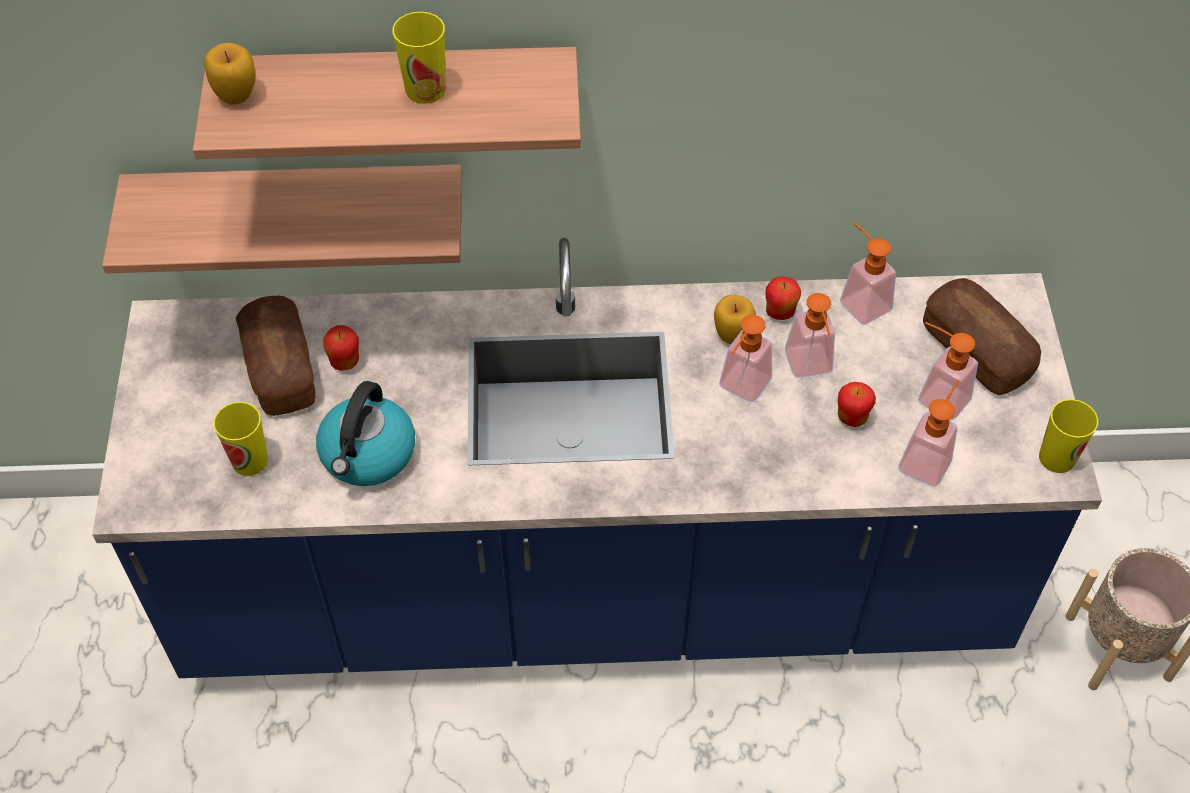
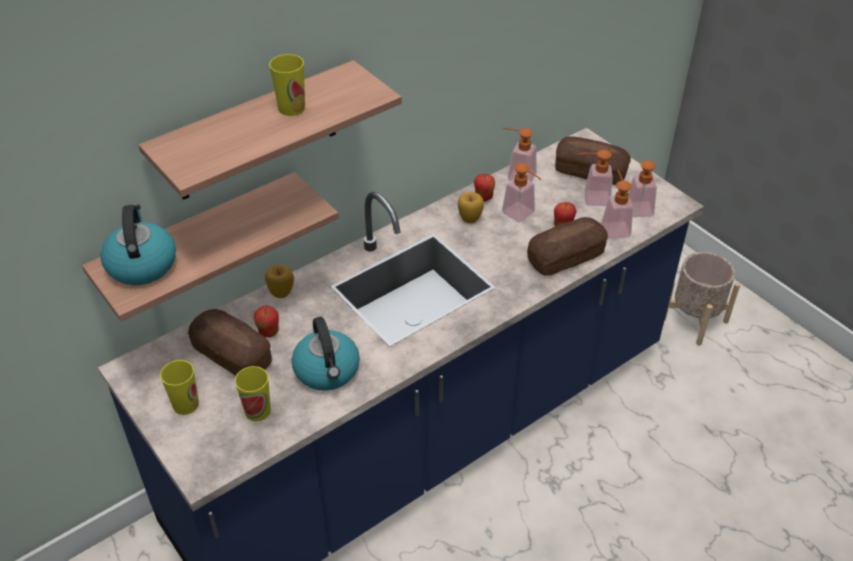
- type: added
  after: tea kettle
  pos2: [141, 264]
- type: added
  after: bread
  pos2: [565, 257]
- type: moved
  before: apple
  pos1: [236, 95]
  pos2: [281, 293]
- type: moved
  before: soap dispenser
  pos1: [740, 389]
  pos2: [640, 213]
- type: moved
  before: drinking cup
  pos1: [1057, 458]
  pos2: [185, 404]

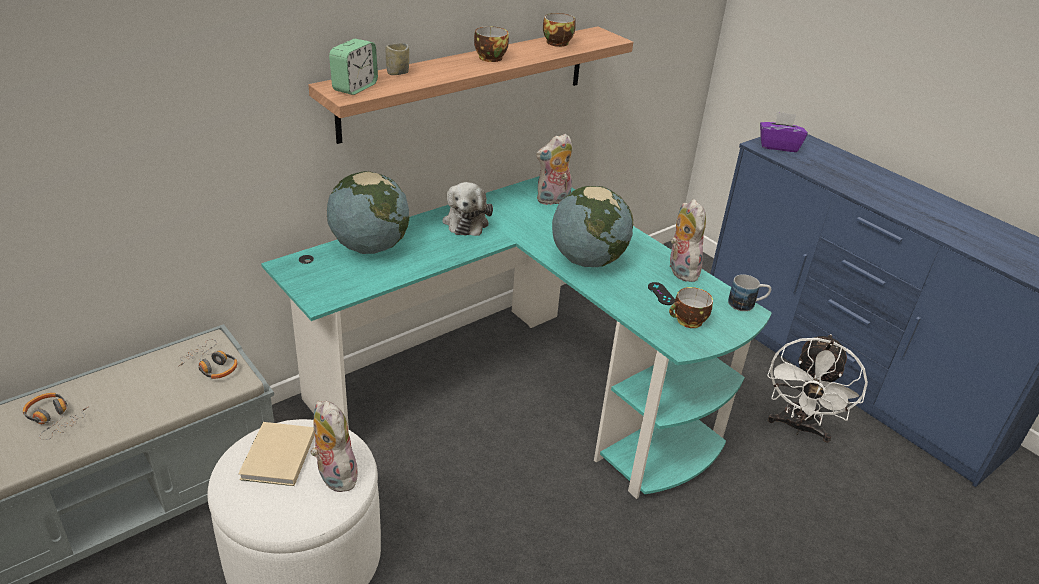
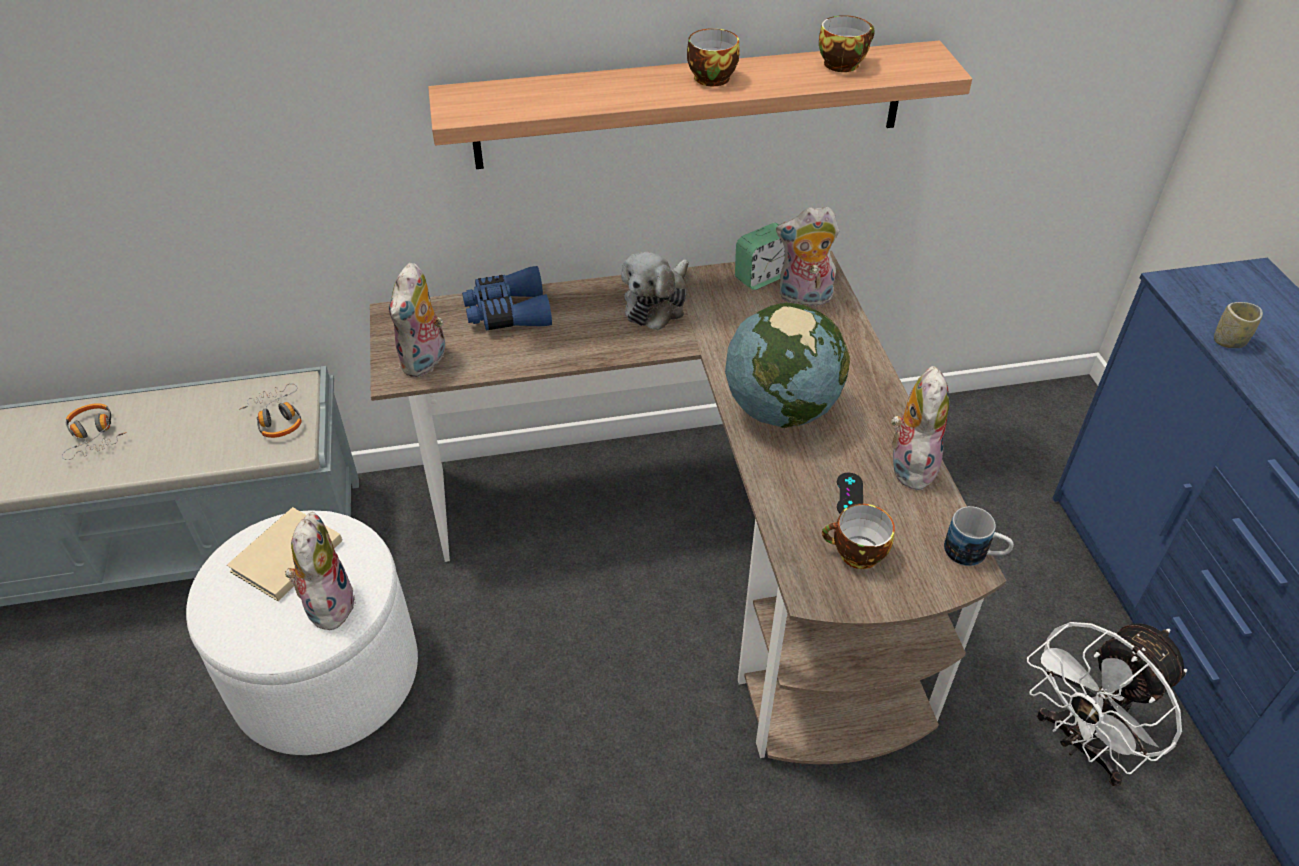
- type: removed
  before: tissue holder (purplish)
  pos1: [778, 146]
- type: added
  after: cuddly toy
  pos2: [425, 362]
- type: moved
  before: alarm clock
  pos1: [355, 87]
  pos2: [762, 277]
- type: moved
  before: drinking cup
  pos1: [397, 73]
  pos2: [1229, 341]
- type: replaced
  before: globe
  after: field glasses (blue)
  pos1: [369, 247]
  pos2: [507, 313]
- type: recoloured
  before: desk (turquoise-coloured)
  after: desk (brown)
  pos1: [521, 392]
  pos2: [702, 547]

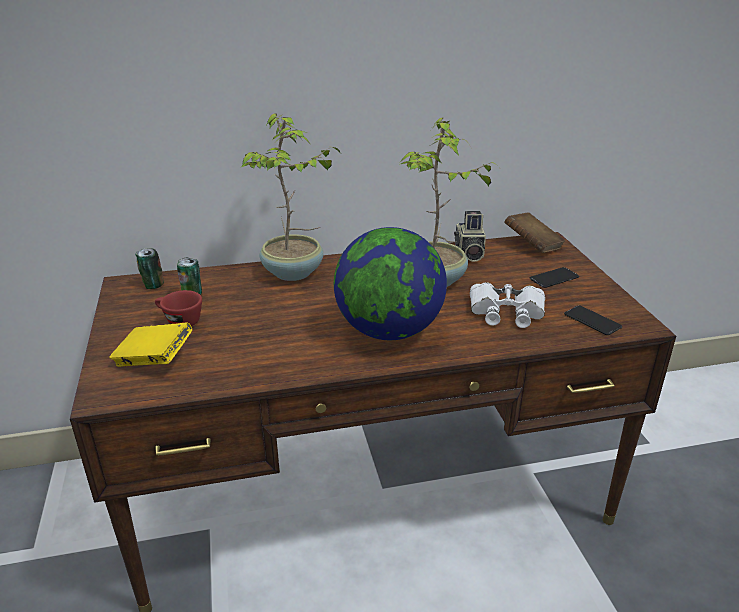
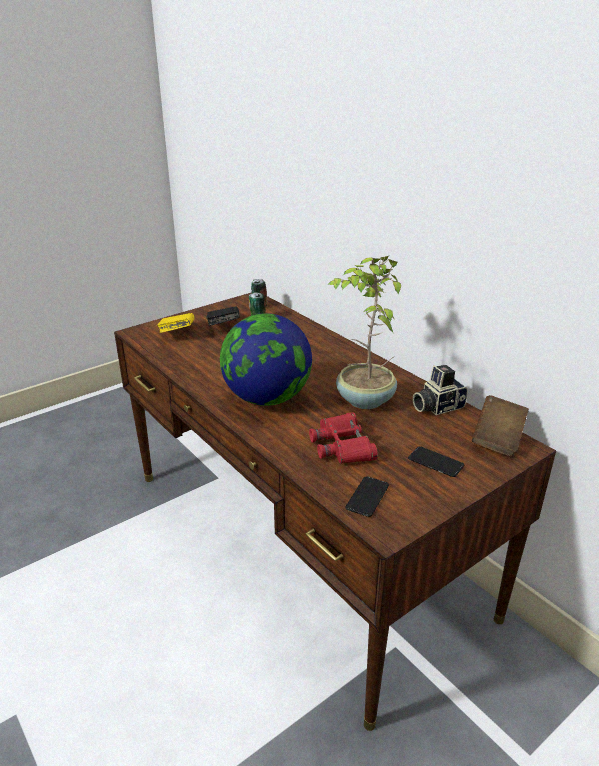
- type: removed
  before: plant in a pot
  pos1: [294, 273]
- type: replaced
  before: drinking cup (red-coloured)
  after: book (blackish)
  pos1: [179, 321]
  pos2: [223, 326]
- type: recoloured
  before: field glasses (white-coloured)
  after: field glasses (red-coloured)
  pos1: [506, 312]
  pos2: [342, 445]

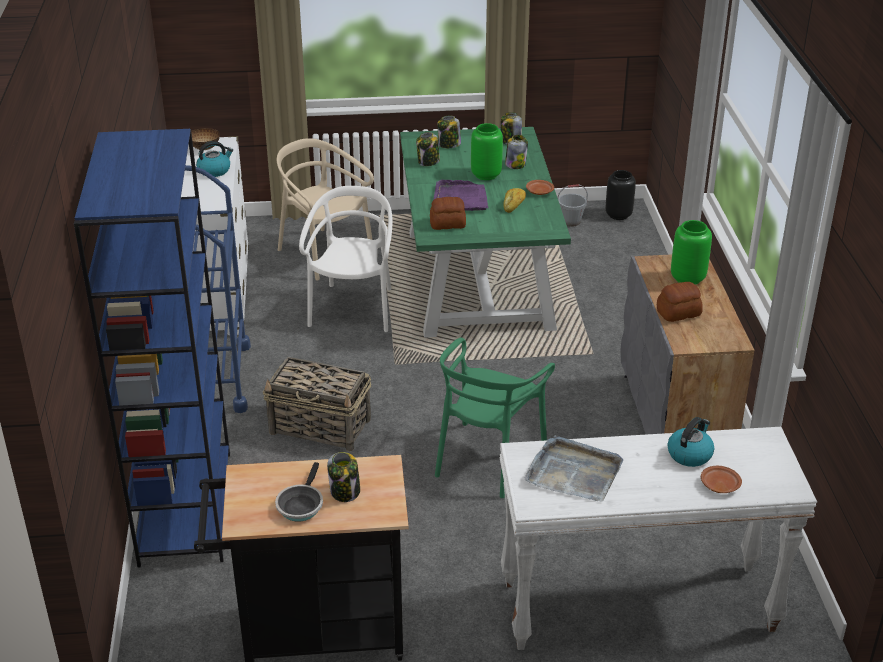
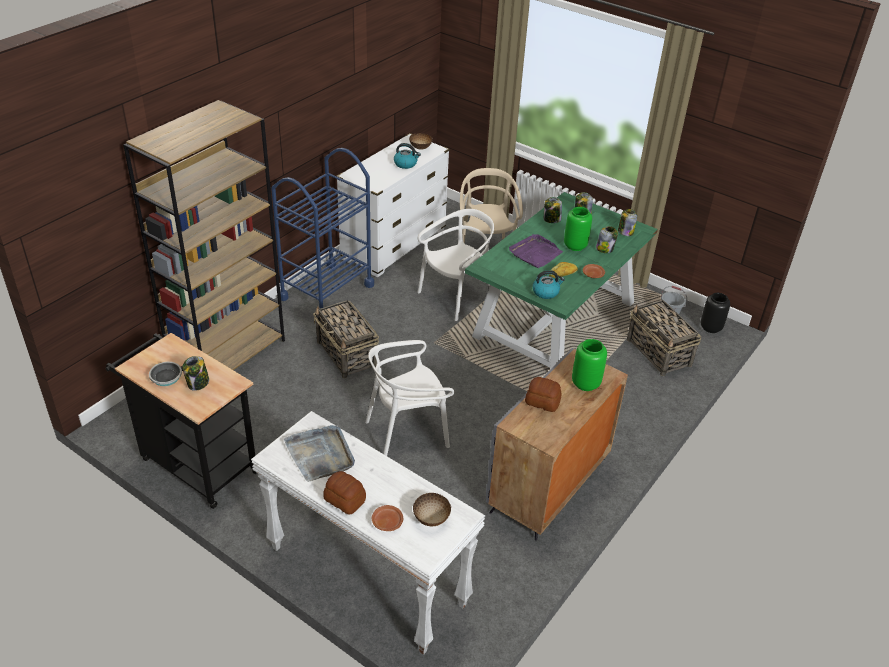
- type: added
  after: serving bowl
  pos2: [431, 519]
- type: added
  after: storage basket
  pos2: [659, 353]
- type: moved
  before: bread
  pos1: [448, 224]
  pos2: [344, 500]
- type: moved
  before: tea kettle
  pos1: [690, 454]
  pos2: [546, 292]
- type: recoloured
  before: shelving unit (blue)
  after: shelving unit (brown)
  pos1: [185, 507]
  pos2: [228, 355]
- type: recoloured
  before: plain chair (greenish)
  after: plain chair (white-coloured)
  pos1: [488, 459]
  pos2: [407, 431]

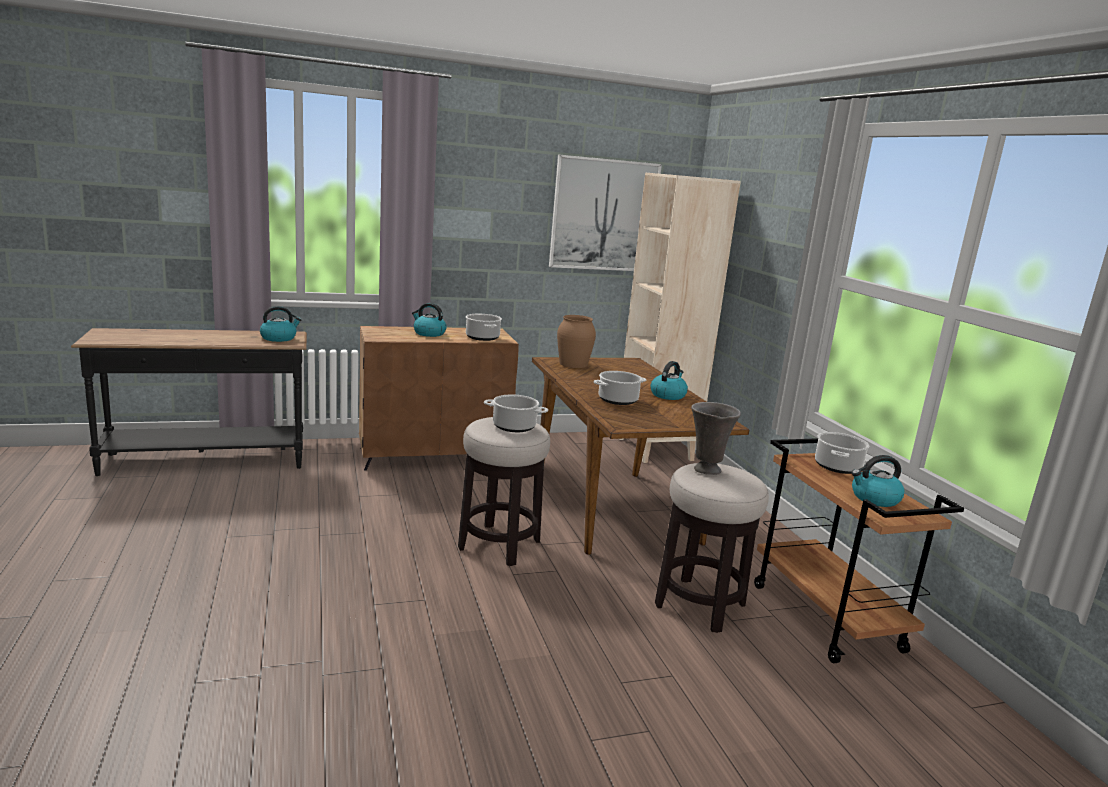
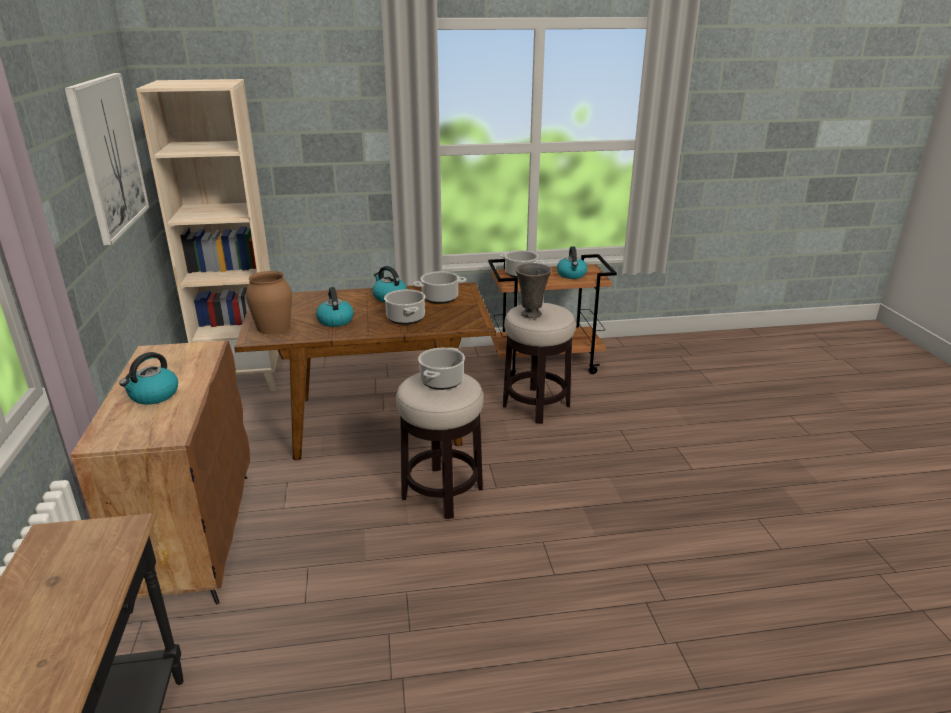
- type: moved
  before: tea kettle
  pos1: [279, 338]
  pos2: [335, 320]
- type: moved
  before: stockpot
  pos1: [482, 337]
  pos2: [439, 298]

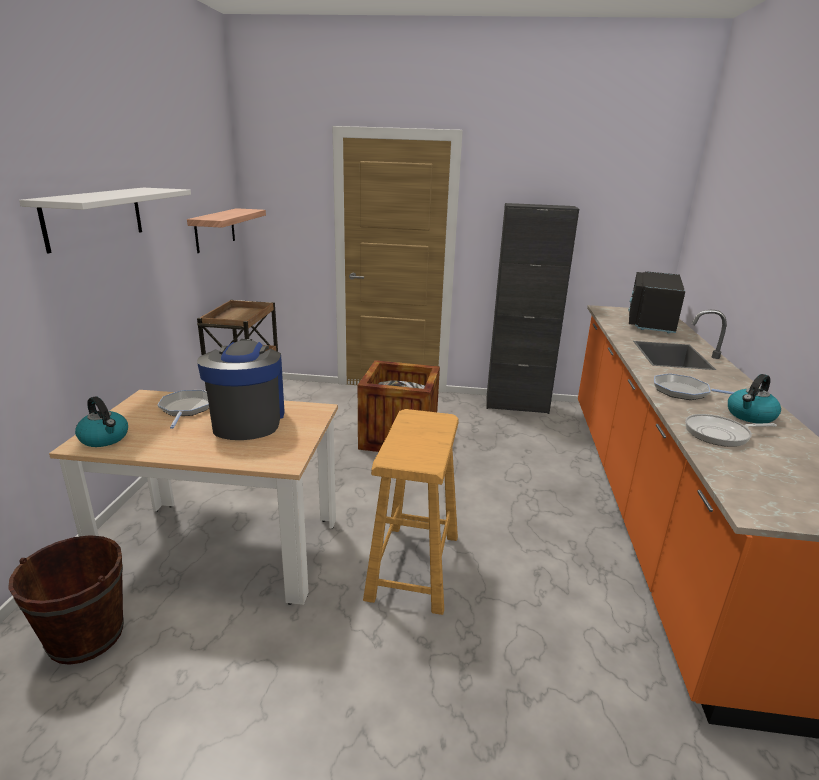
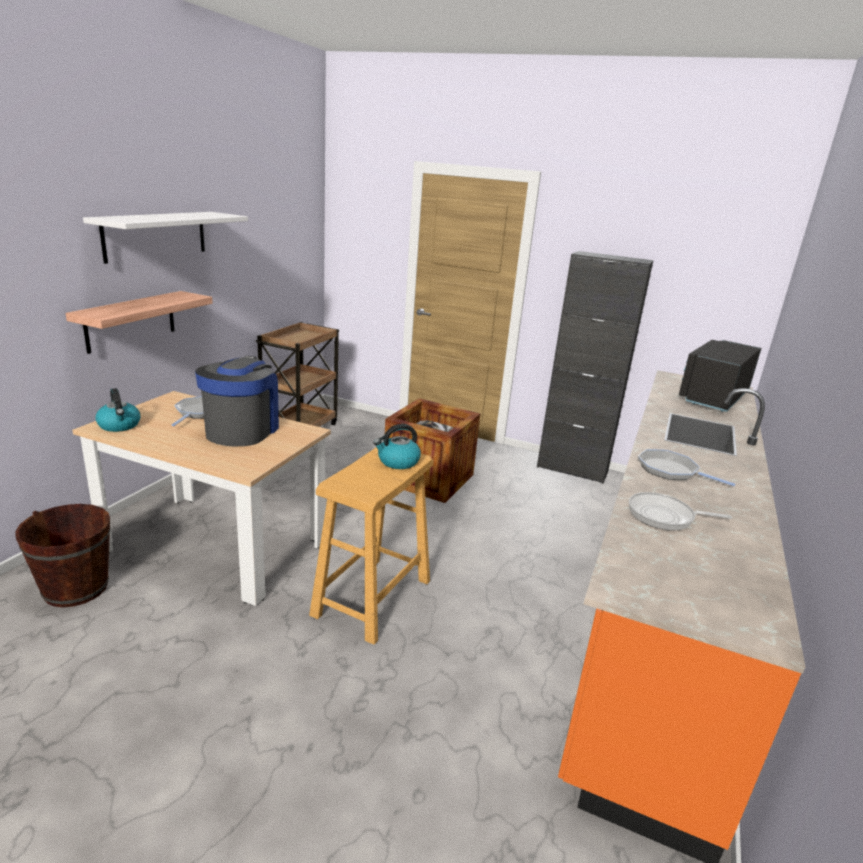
- type: moved
  before: bracket shelf
  pos1: [215, 230]
  pos2: [131, 321]
- type: moved
  before: tea kettle
  pos1: [750, 416]
  pos2: [398, 462]

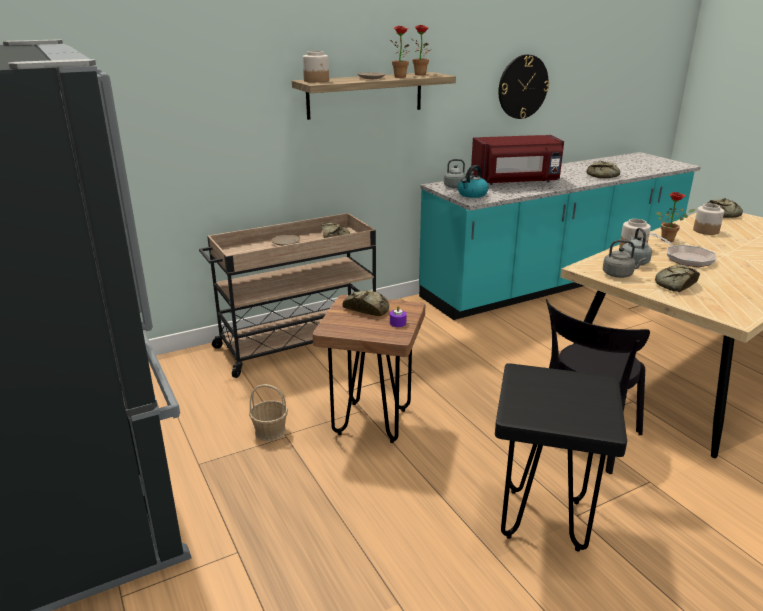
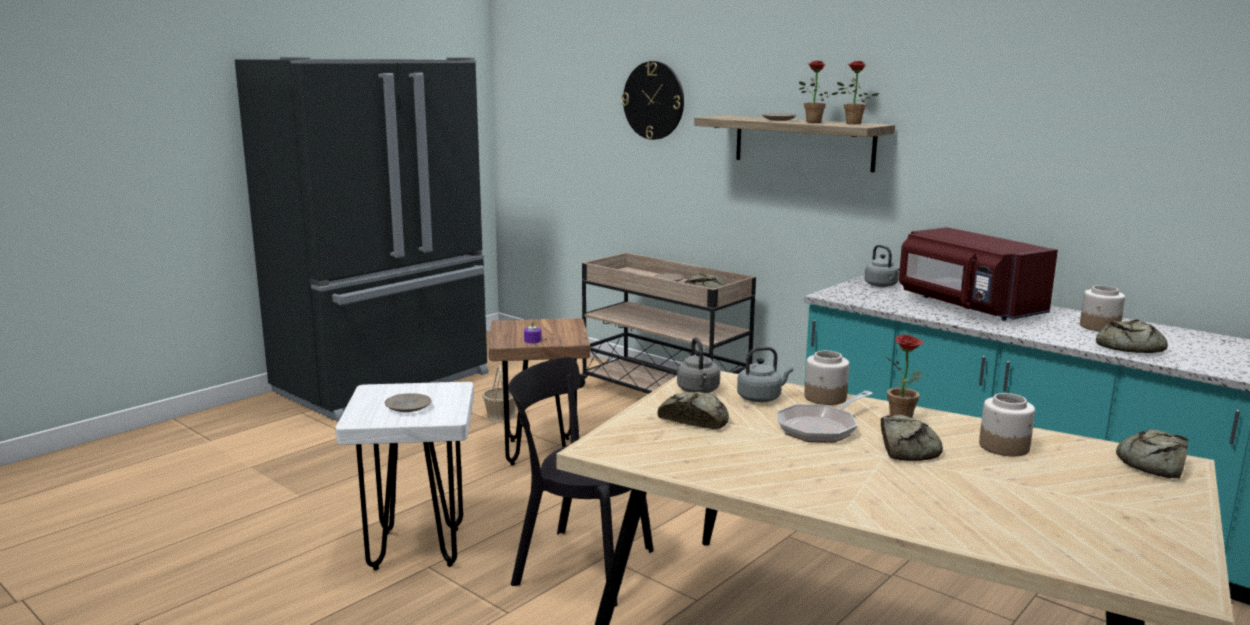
- type: removed
  before: tea kettle
  pos1: [472, 194]
- type: added
  after: dinner plate (beige-coloured)
  pos2: [408, 408]
- type: moved
  before: jar
  pos1: [316, 81]
  pos2: [1100, 327]
- type: moved
  before: bread
  pos1: [367, 308]
  pos2: [906, 447]
- type: moved
  before: hanging clock
  pos1: [522, 87]
  pos2: [653, 100]
- type: recoloured
  before: stool (blackish)
  after: stool (white-coloured)
  pos1: [543, 519]
  pos2: [417, 548]

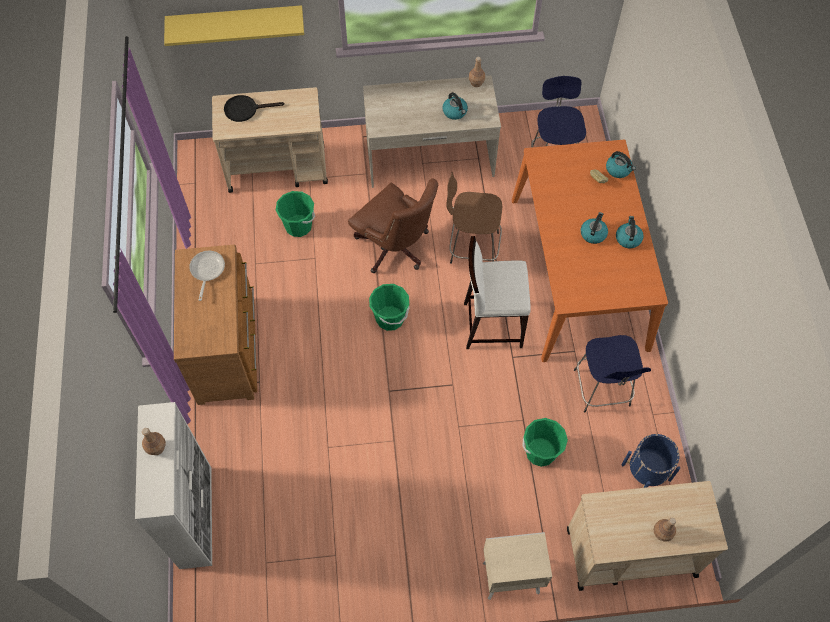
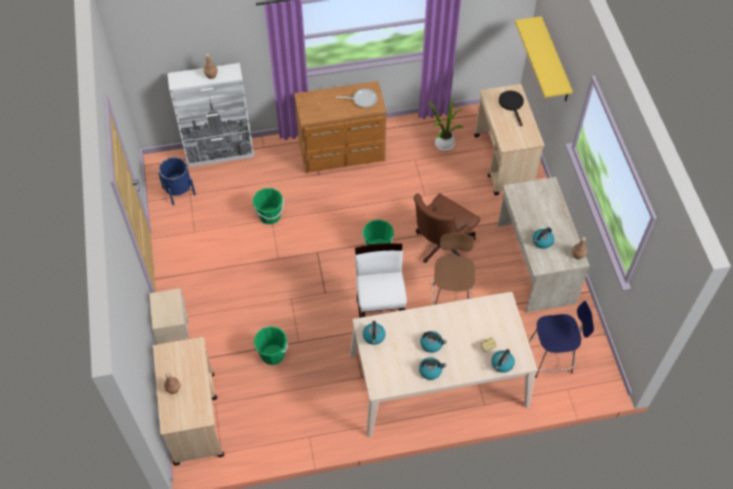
- type: removed
  before: stool (blue)
  pos1: [602, 390]
- type: added
  after: tea kettle
  pos2: [374, 337]
- type: added
  after: plant in a pot
  pos2: [442, 143]
- type: moved
  before: bucket (greenish)
  pos1: [298, 226]
  pos2: [270, 216]
- type: moved
  before: planter (blue)
  pos1: [646, 472]
  pos2: [179, 191]
- type: recoloured
  before: dining table (orange)
  after: dining table (beige-coloured)
  pos1: [578, 272]
  pos2: [438, 380]

